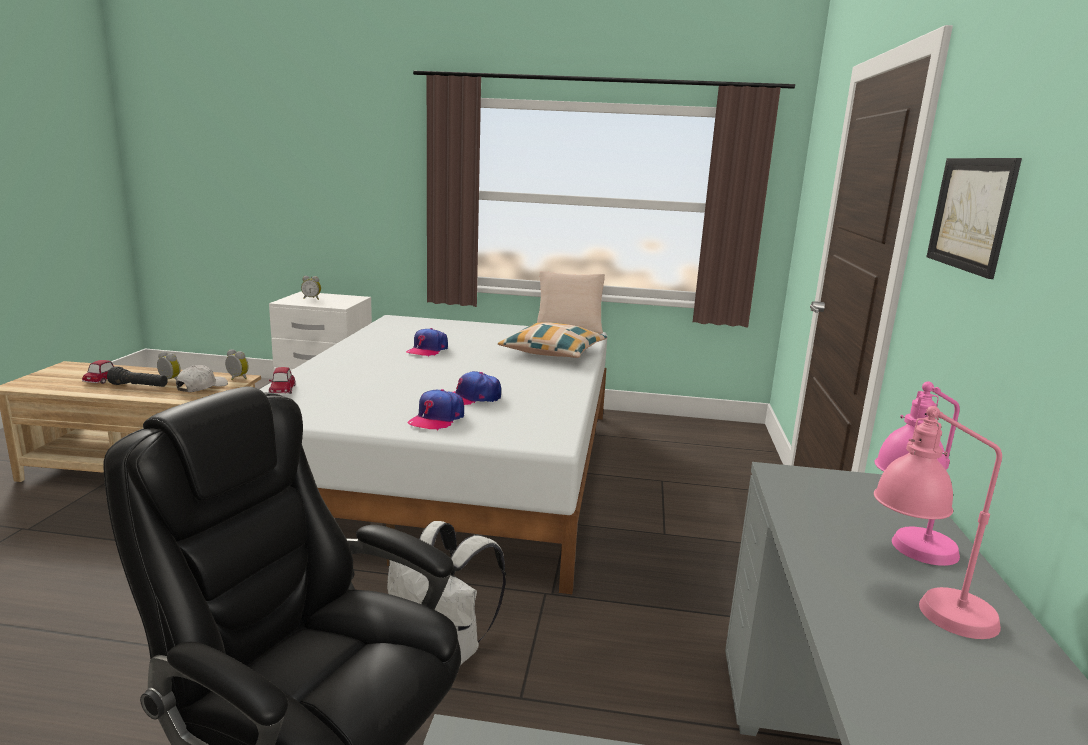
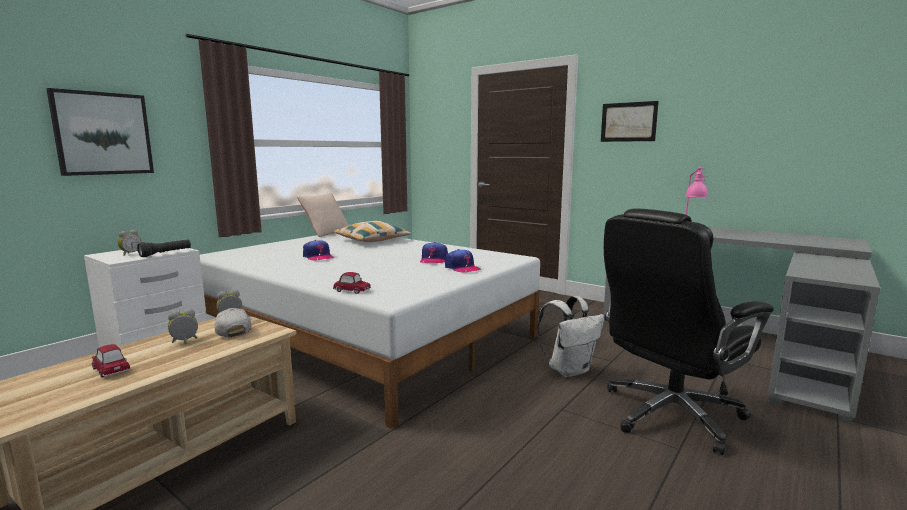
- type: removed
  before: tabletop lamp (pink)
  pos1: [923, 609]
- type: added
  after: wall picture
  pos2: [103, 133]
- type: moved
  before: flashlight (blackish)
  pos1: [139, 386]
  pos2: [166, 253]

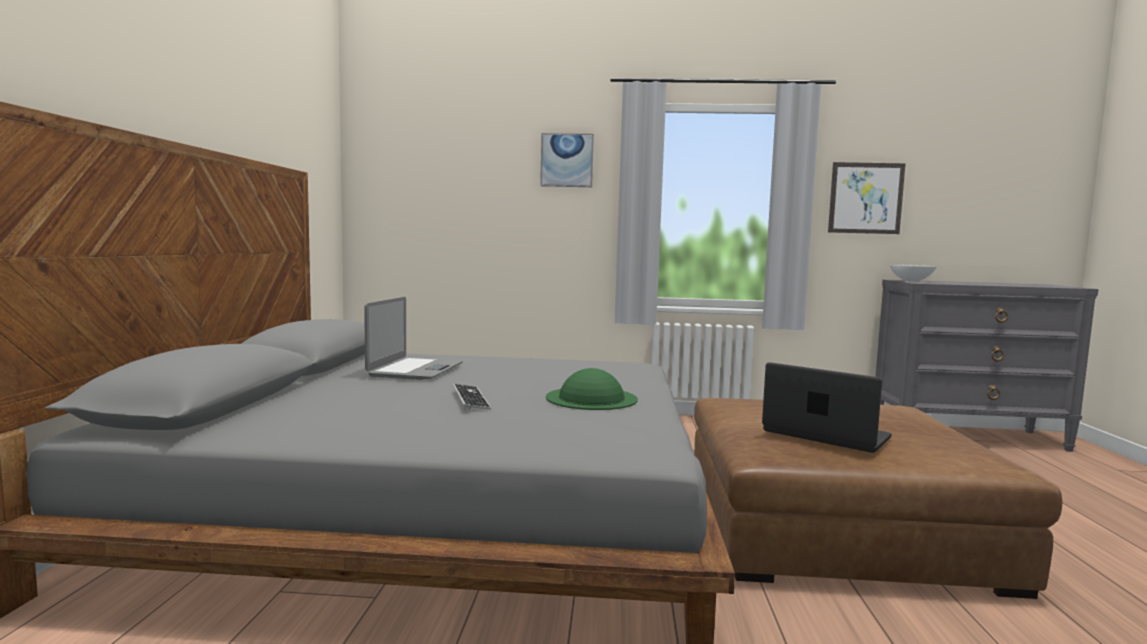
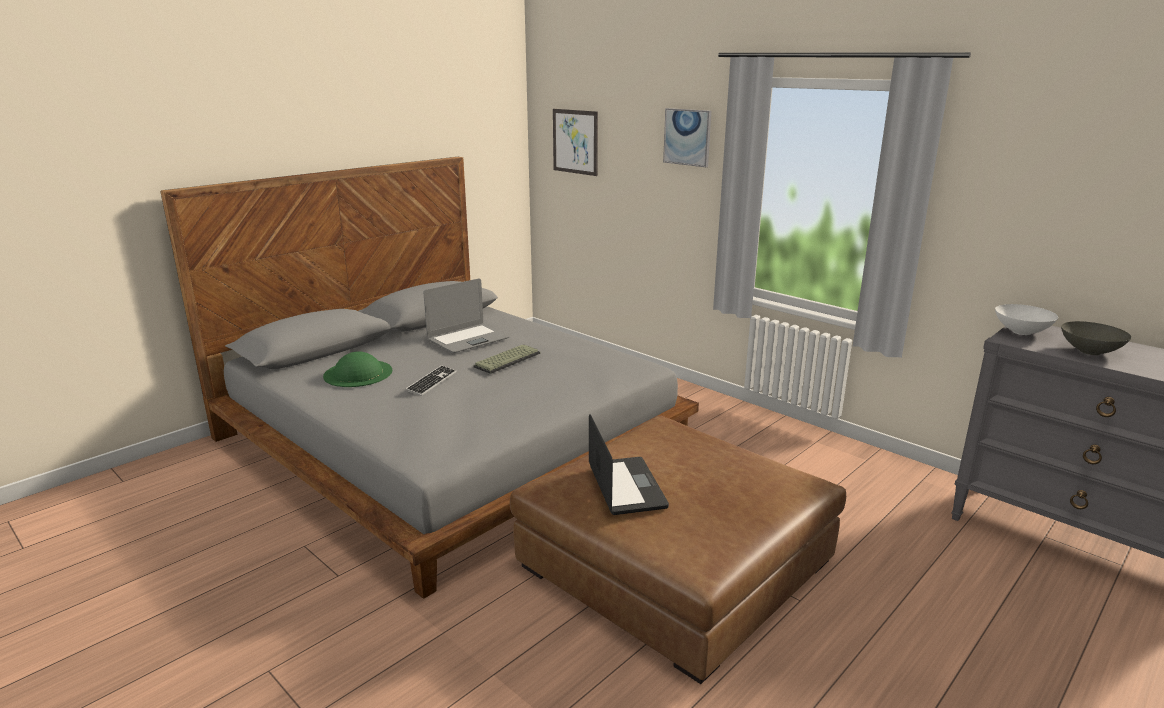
- type: added
  after: keyboard
  pos2: [507, 359]
- type: added
  after: serving bowl (grey)
  pos2: [1089, 351]
- type: moved
  before: clothing hat (greenish)
  pos1: [591, 398]
  pos2: [358, 373]
- type: moved
  before: wall picture
  pos1: [865, 198]
  pos2: [575, 141]

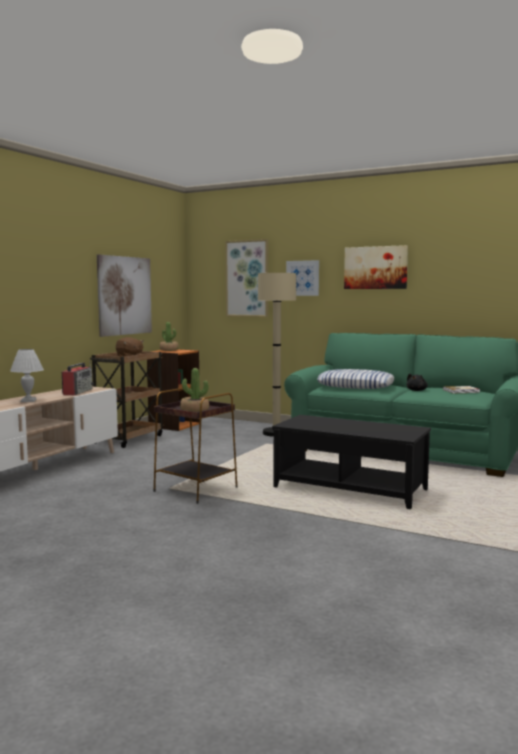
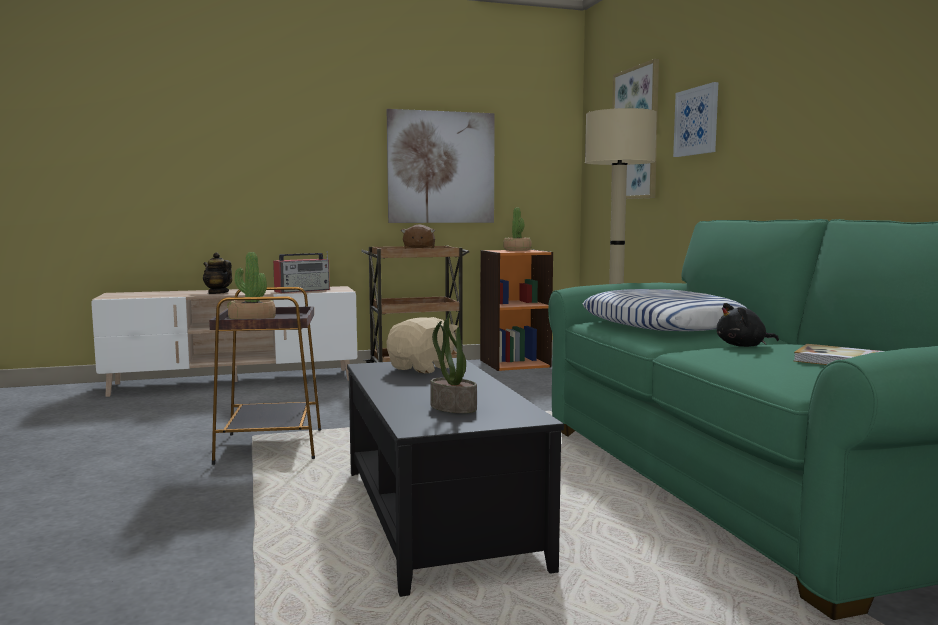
- type: removed
  before: wall picture
  pos1: [375, 267]
- type: added
  after: cuddly toy (beige-coloured)
  pos2: [423, 368]
- type: added
  after: plant in a pot
  pos2: [452, 408]
- type: replaced
  before: tabletop lamp (white-coloured)
  after: pot for tea
  pos1: [28, 401]
  pos2: [218, 293]

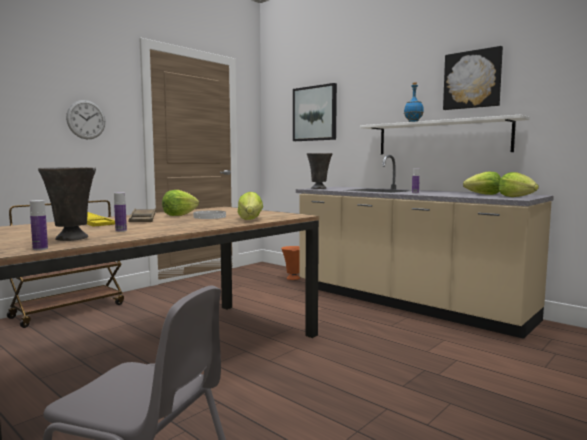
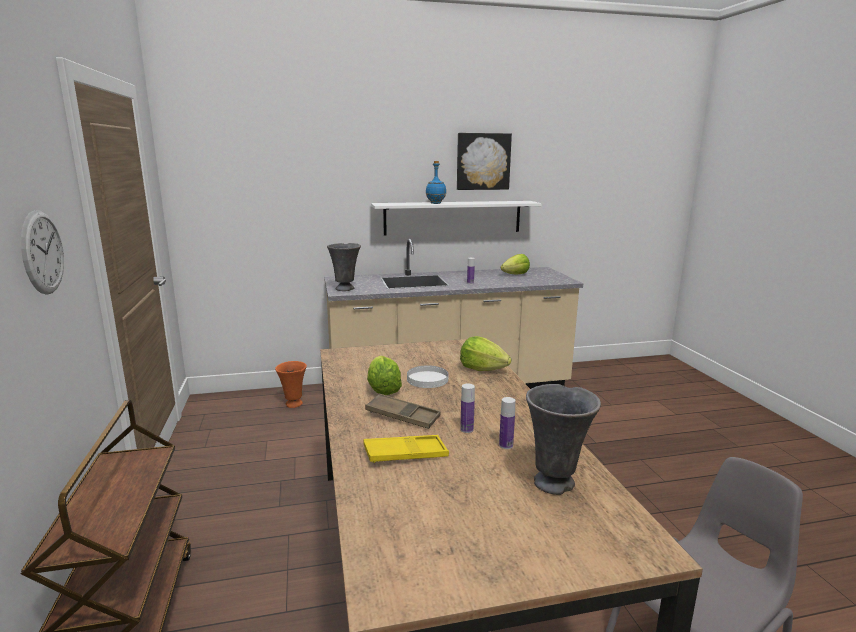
- type: removed
  before: wall picture
  pos1: [315, 113]
- type: removed
  before: lettuce head
  pos1: [516, 197]
- type: moved
  before: beverage bottle
  pos1: [40, 249]
  pos2: [467, 429]

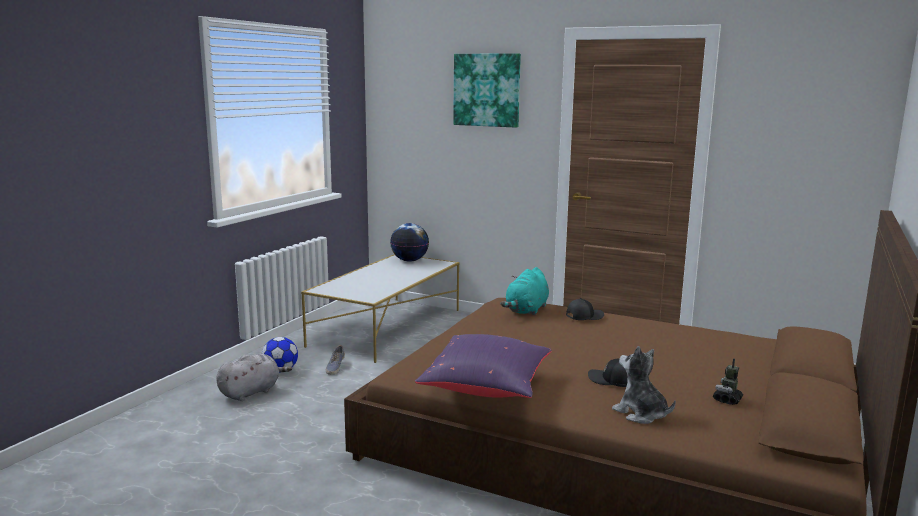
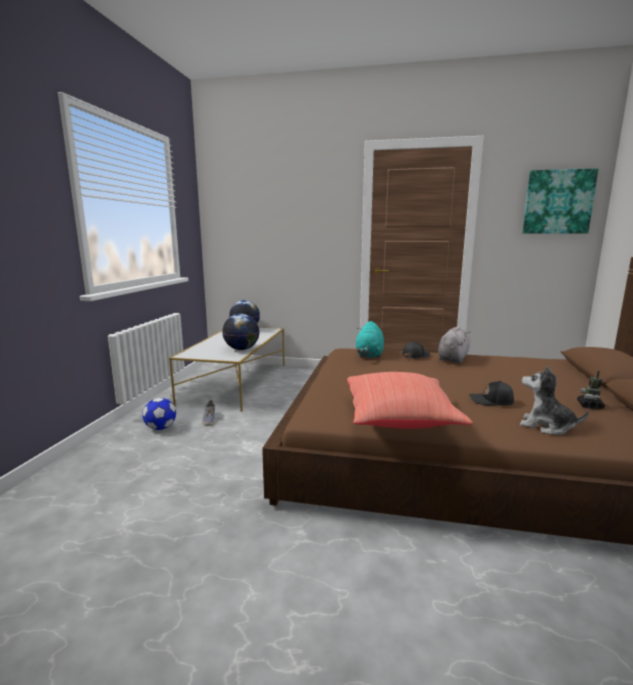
- type: added
  after: globe
  pos2: [242, 349]
- type: moved
  before: cuddly toy (grey)
  pos1: [251, 392]
  pos2: [453, 358]
- type: moved
  before: wall picture
  pos1: [487, 90]
  pos2: [558, 202]
- type: recoloured
  before: throw pillow (purplish)
  after: throw pillow (red-coloured)
  pos1: [487, 388]
  pos2: [400, 420]

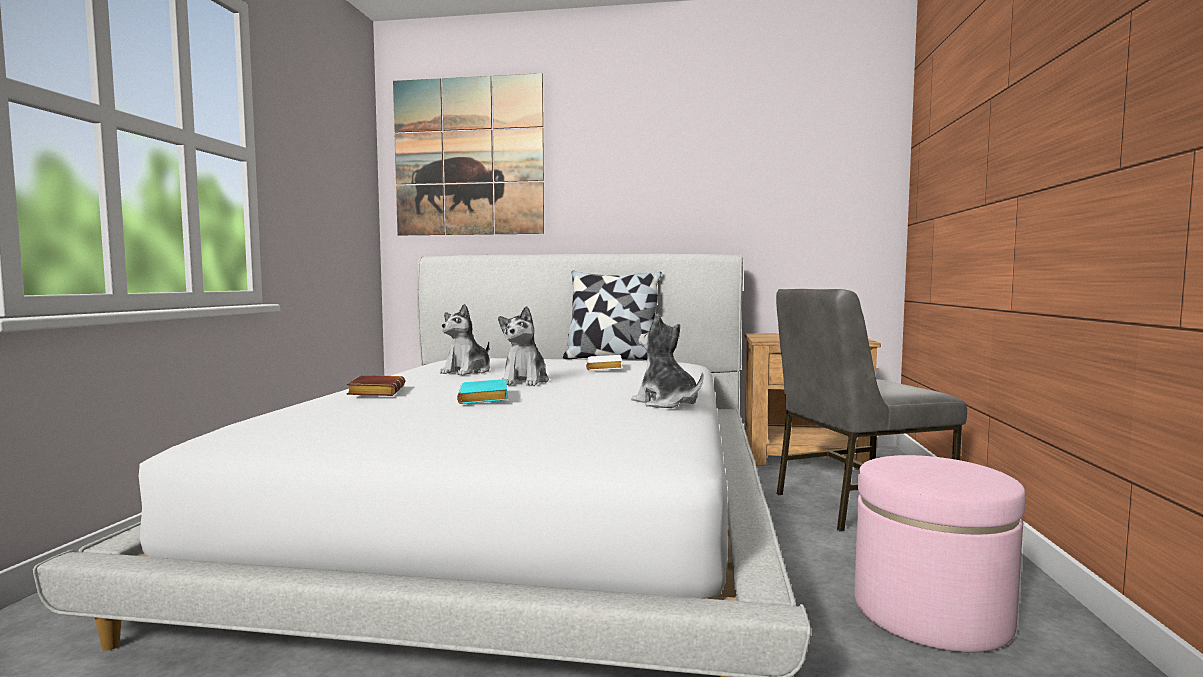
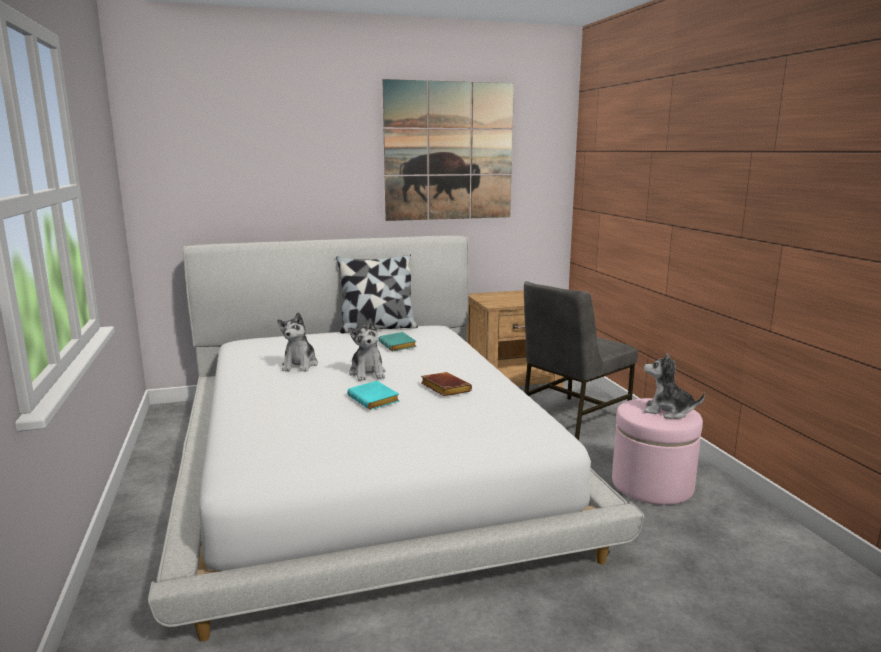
- type: moved
  before: book (brown)
  pos1: [375, 392]
  pos2: [443, 388]
- type: moved
  before: wall picture
  pos1: [468, 157]
  pos2: [449, 151]
- type: moved
  before: cuddly toy
  pos1: [666, 403]
  pos2: [668, 411]
- type: recoloured
  before: book (white-coloured)
  after: book (turquoise-coloured)
  pos1: [606, 368]
  pos2: [399, 346]

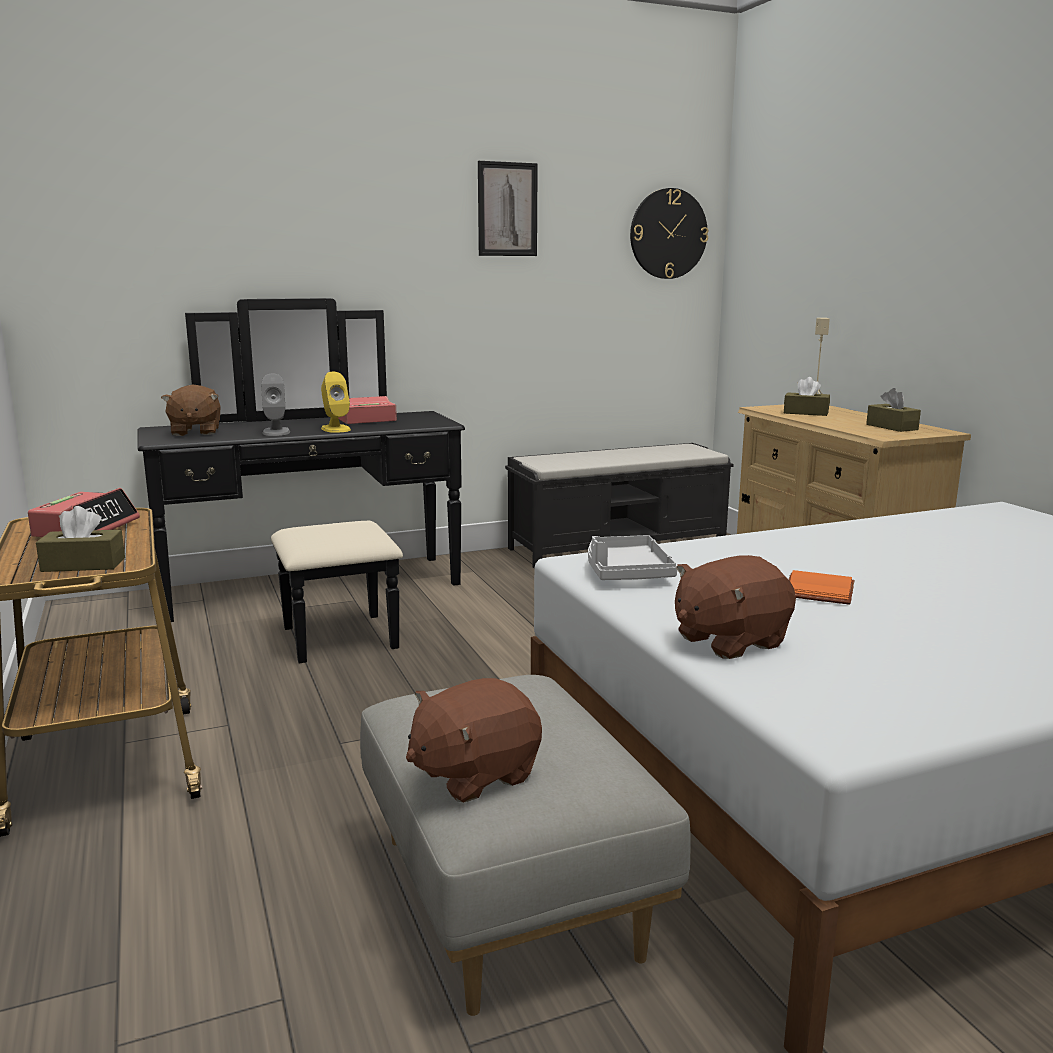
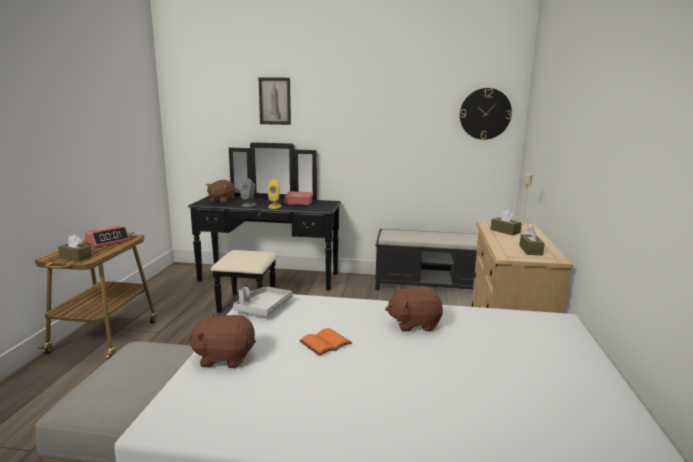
- type: moved
  before: cuddly toy (brown)
  pos1: [473, 774]
  pos2: [414, 324]
- type: moved
  before: wall picture
  pos1: [507, 209]
  pos2: [275, 101]

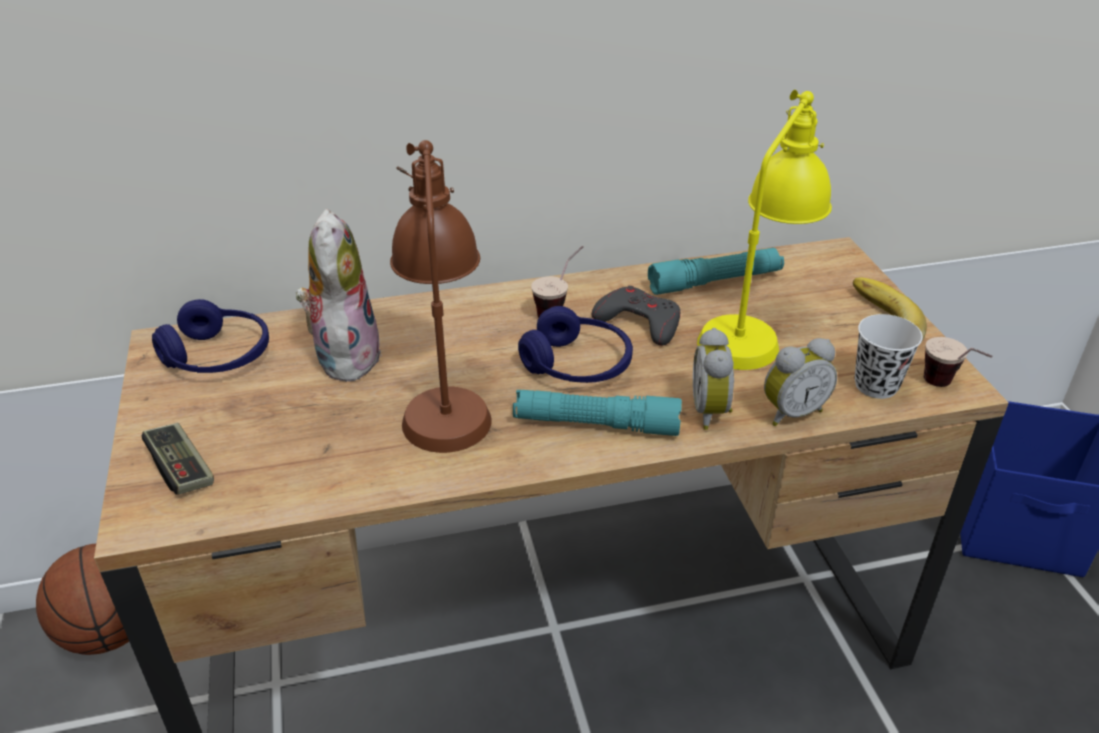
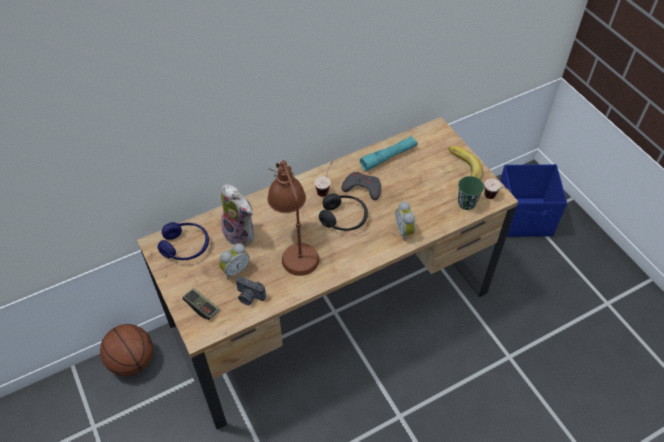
- type: removed
  before: flashlight (turquoise-coloured)
  pos1: [596, 424]
- type: removed
  before: tabletop lamp (yellow)
  pos1: [753, 328]
- type: added
  after: photo camera
  pos2: [249, 297]
- type: moved
  before: alarm clock
  pos1: [791, 412]
  pos2: [235, 270]
- type: recoloured
  before: headset (blue)
  after: headset (blackish)
  pos1: [577, 365]
  pos2: [343, 218]
- type: recoloured
  before: drinking cup (white-coloured)
  after: drinking cup (greenish)
  pos1: [876, 385]
  pos2: [466, 203]
- type: turned
  before: cuddly toy
  pos1: [344, 355]
  pos2: [241, 234]
  turn: 150

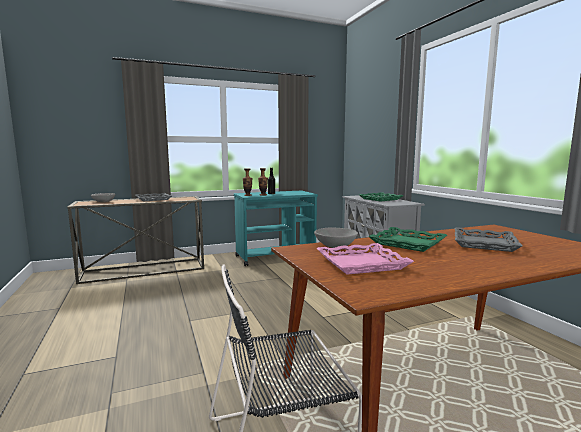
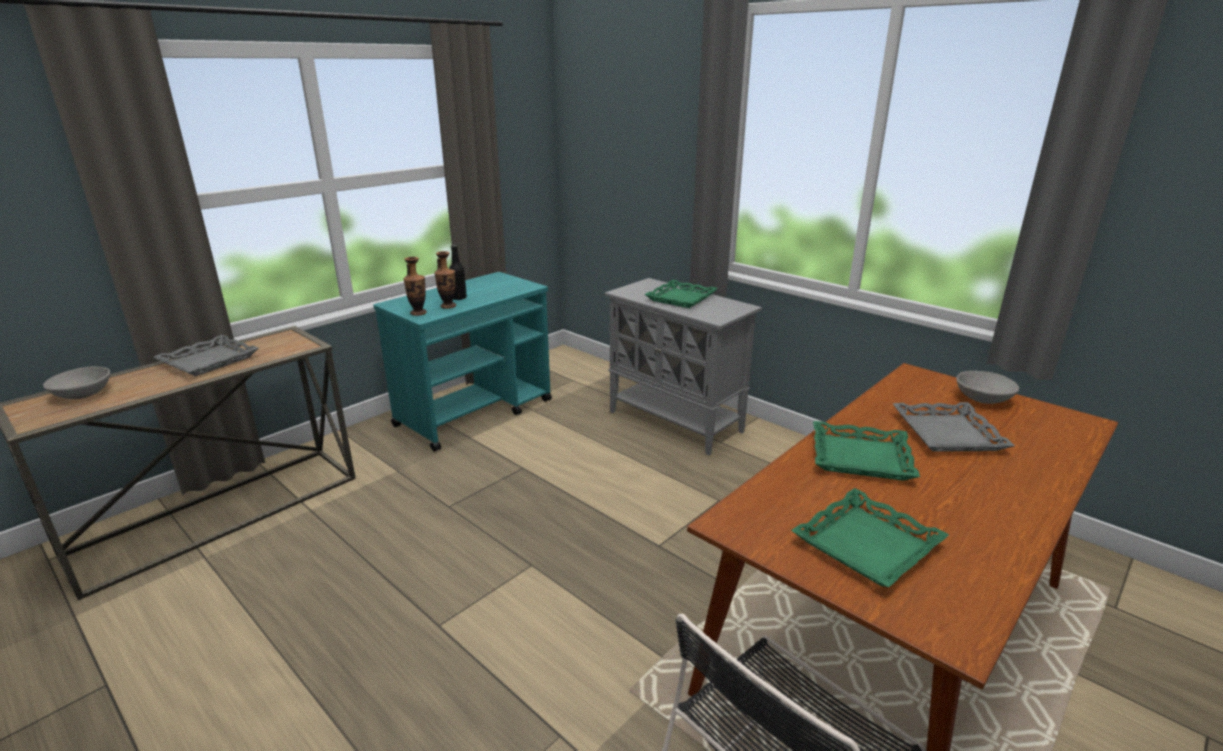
- type: moved
  before: serving bowl (grey)
  pos1: [335, 246]
  pos2: [982, 399]
- type: recoloured
  before: tray (pink)
  after: tray (greenish)
  pos1: [362, 264]
  pos2: [868, 545]

